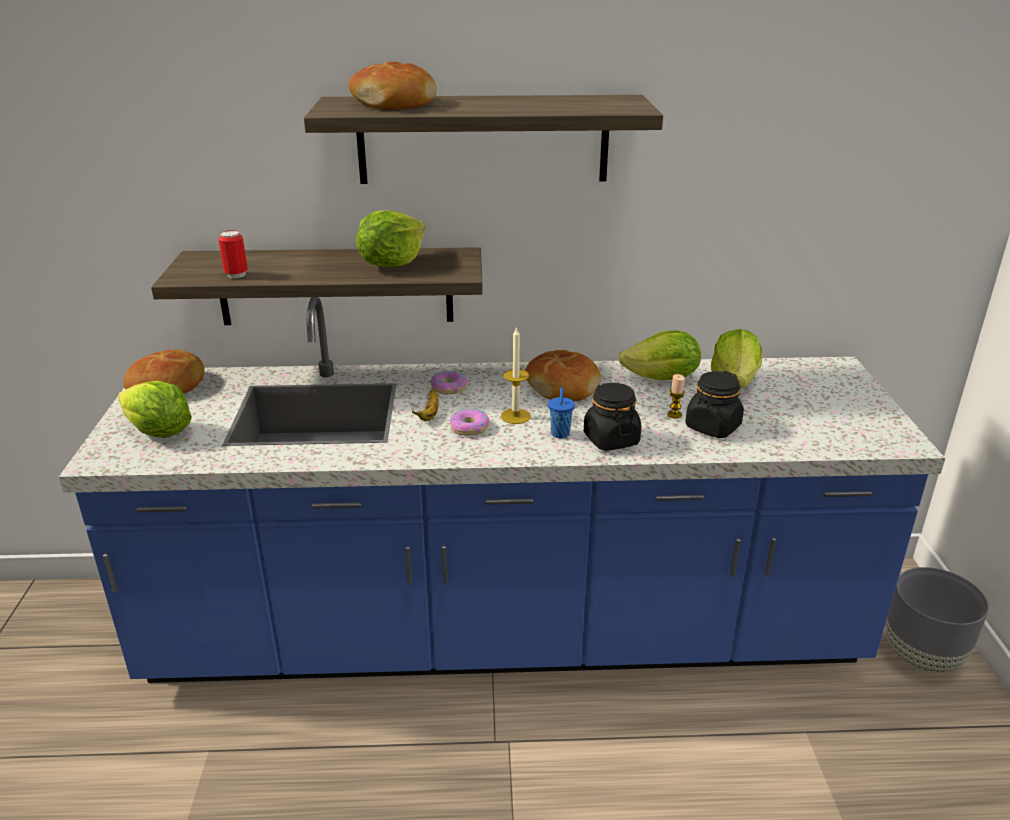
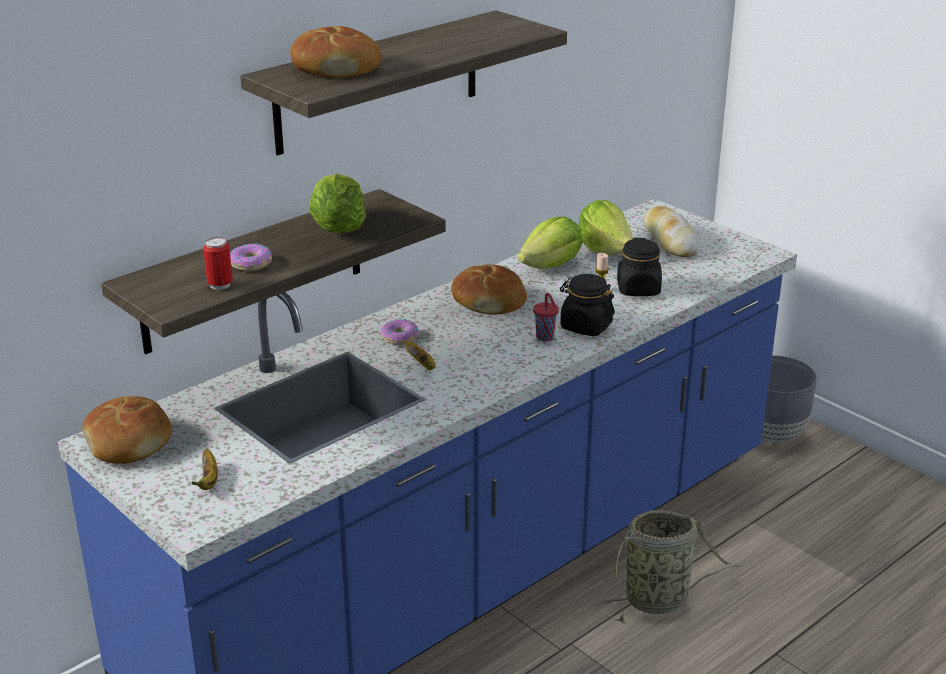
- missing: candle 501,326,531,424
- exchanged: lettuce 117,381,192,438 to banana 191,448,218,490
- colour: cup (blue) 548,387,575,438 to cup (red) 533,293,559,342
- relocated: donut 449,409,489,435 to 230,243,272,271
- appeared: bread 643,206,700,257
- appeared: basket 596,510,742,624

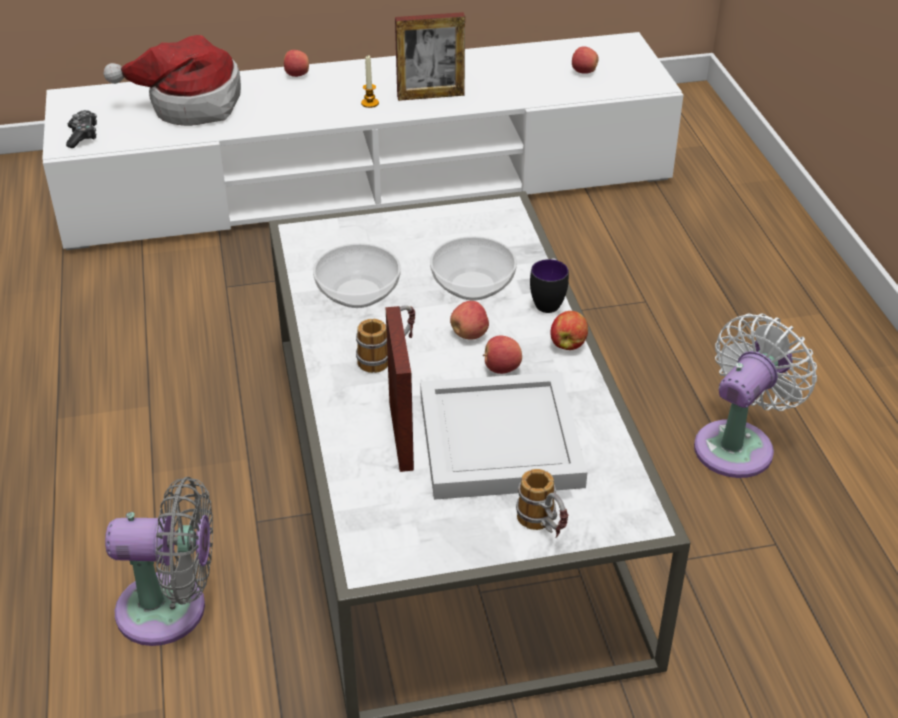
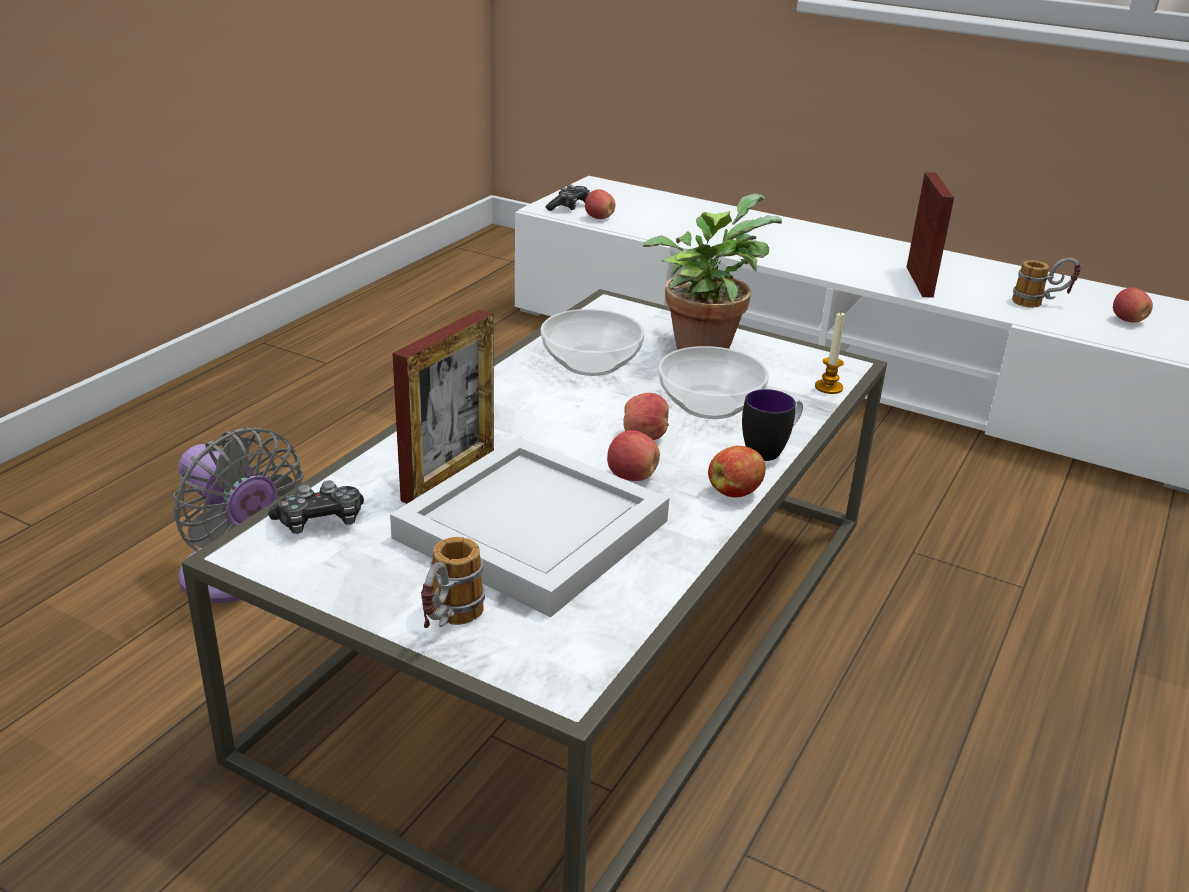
- spun: picture frame 395,12,465,101 = 907,172,954,298 120 degrees counterclockwise
- missing: hat 103,35,241,126
- relocated: apple 283,50,309,77 to 585,189,615,219
- relocated: candle 361,56,379,108 to 815,313,845,394
- relocated: mug 356,305,415,373 to 1012,258,1081,308
- missing: fan (white) 694,314,817,478
- appeared: potted plant 642,193,782,350
- appeared: game controller 268,481,364,534

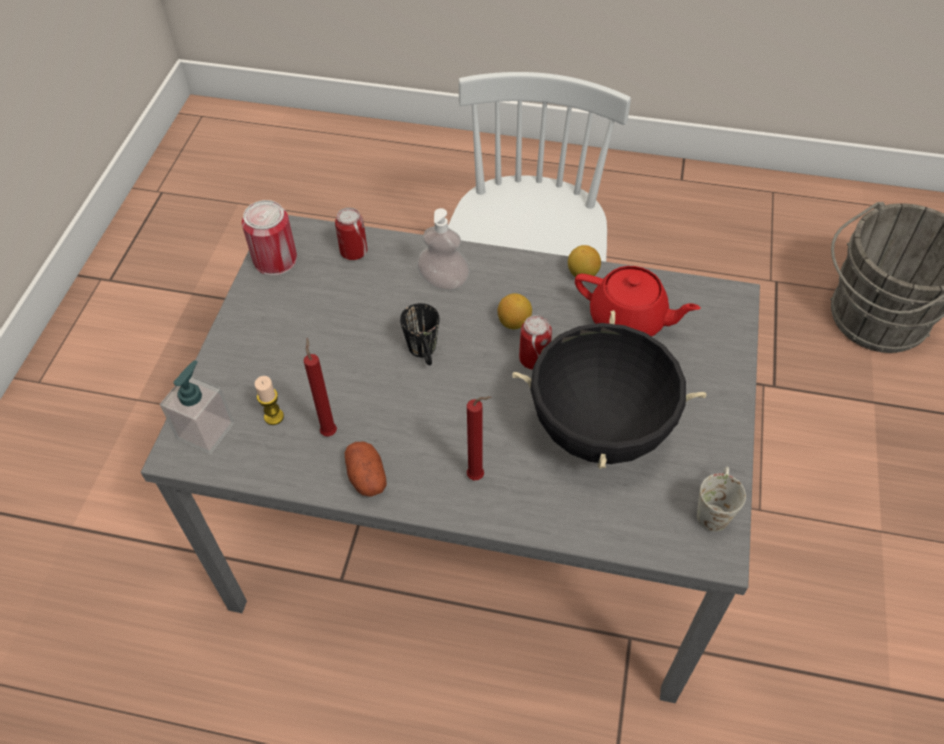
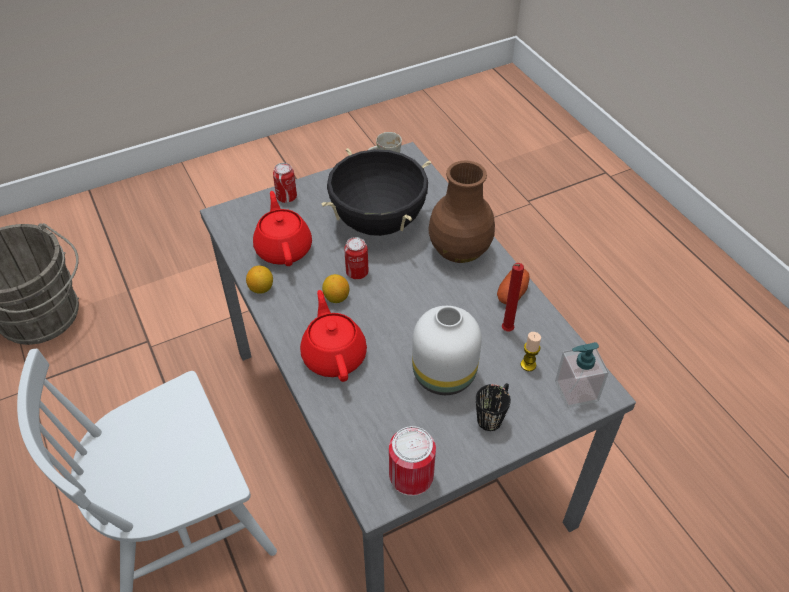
- relocated: can 335,208,367,260 to 273,163,297,203
- exchanged: soap dispenser 417,208,470,290 to teapot (red) 300,290,367,382
- relocated: mug (black) 400,303,439,366 to 476,383,511,431
- exchanged: candle (red) 467,396,491,480 to vase (brown) 428,161,495,263
- appeared: vase (white) 412,306,482,395

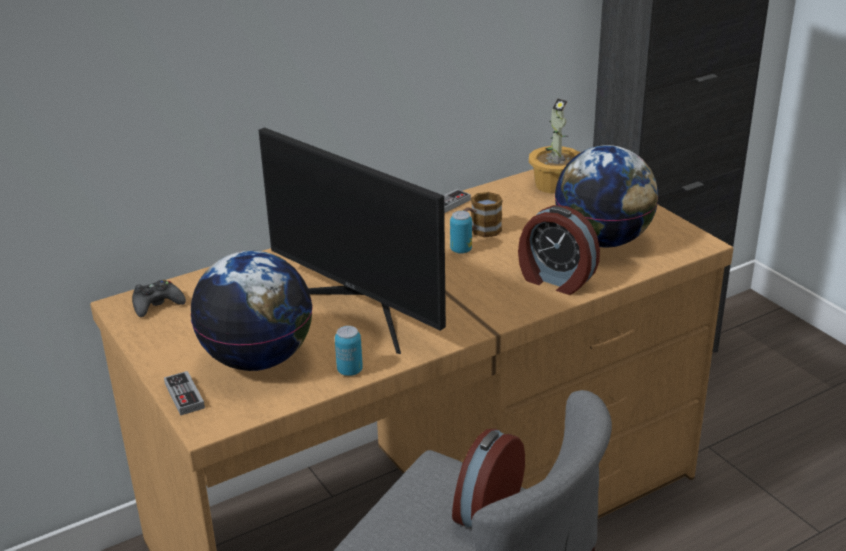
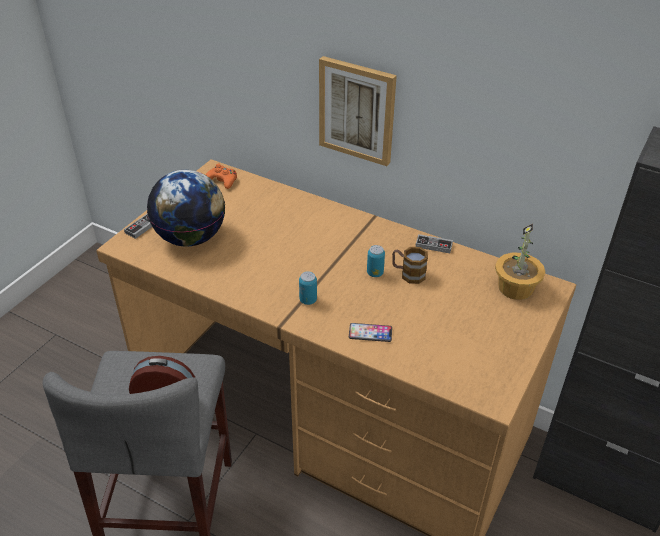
- missing: monitor 258,127,446,354
- missing: globe 555,145,659,247
- exchanged: alarm clock 518,205,600,295 to phone 349,323,392,342
- colour: game controller (black) 132,279,186,317 to game controller (orange) 205,164,237,189
- relocated: can 335,326,363,376 to 299,271,317,305
- appeared: picture 319,56,397,166

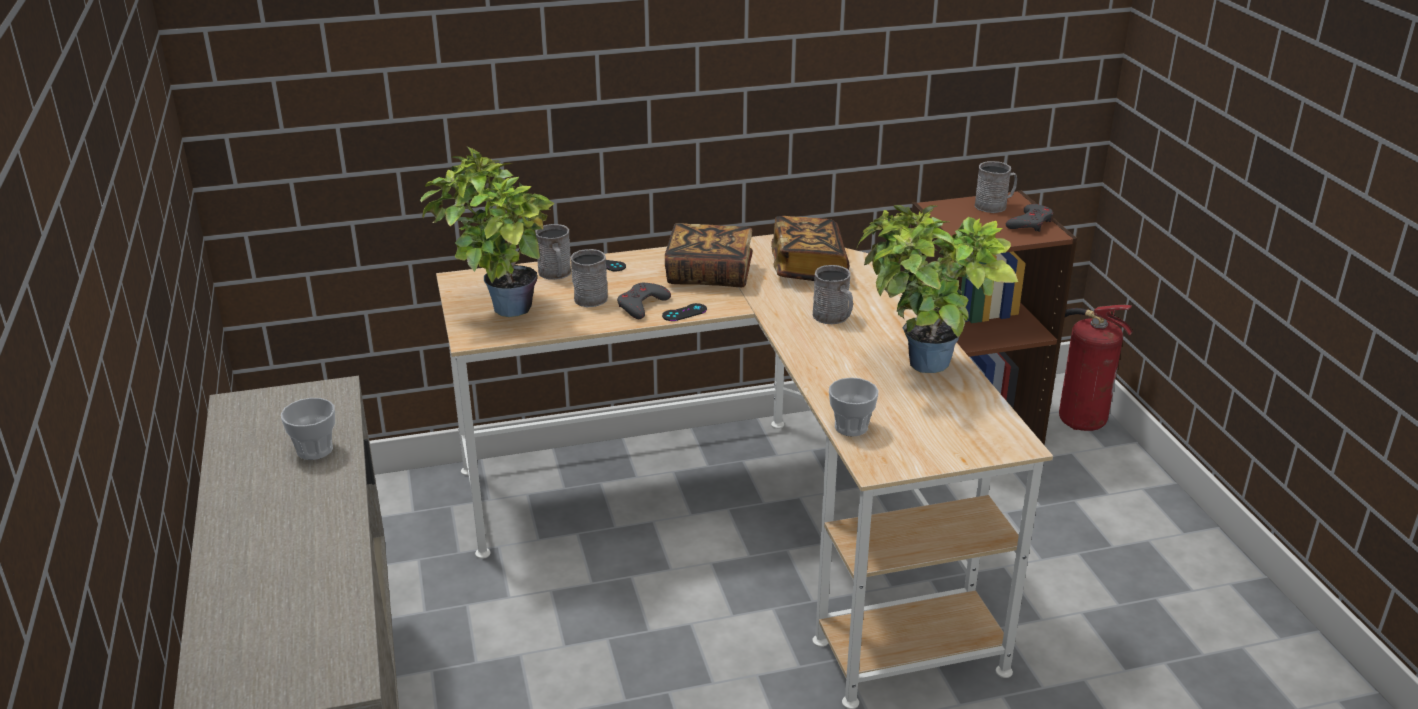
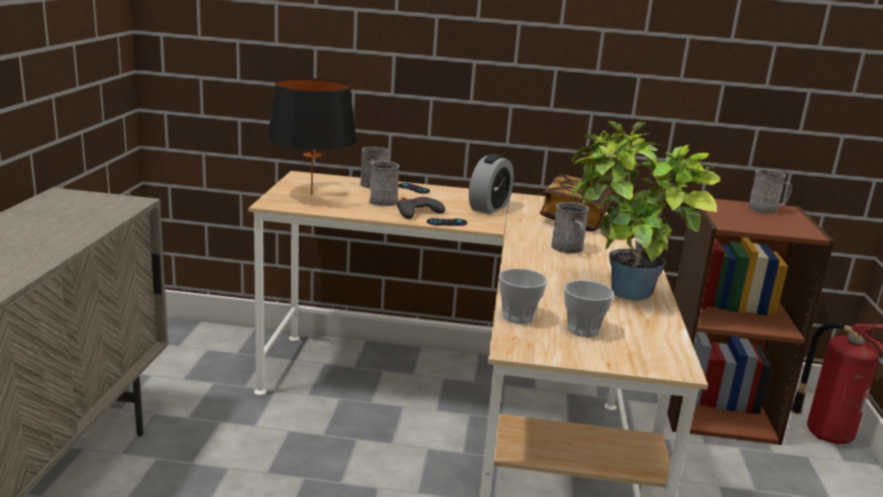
- exchanged: potted plant 420,146,555,317 to table lamp (black) 267,78,357,195
- missing: game controller (grey) 1006,204,1053,232
- exchanged: book 665,223,753,287 to alarm clock 469,154,514,214
- relocated: cup 281,398,335,460 to 564,280,614,337

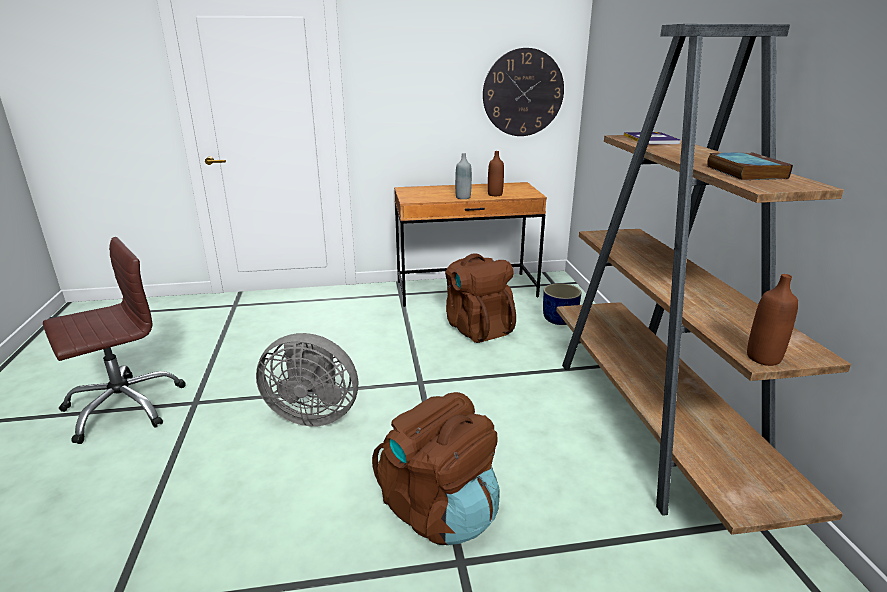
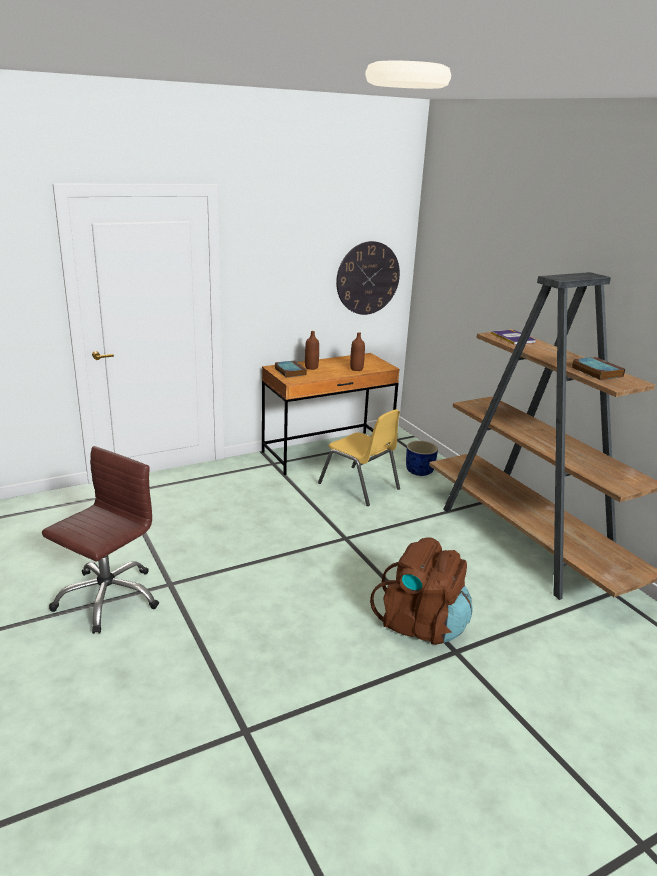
- missing: bottle (grey) 455,153,472,199
- exchanged: backpack (brown) 445,253,516,343 to chair (yellow) 318,410,400,506
- relocated: bottle (brown) 747,274,798,366 to 305,331,319,370
- missing: fan (grey) 256,333,358,426
- appeared: book 275,360,307,378

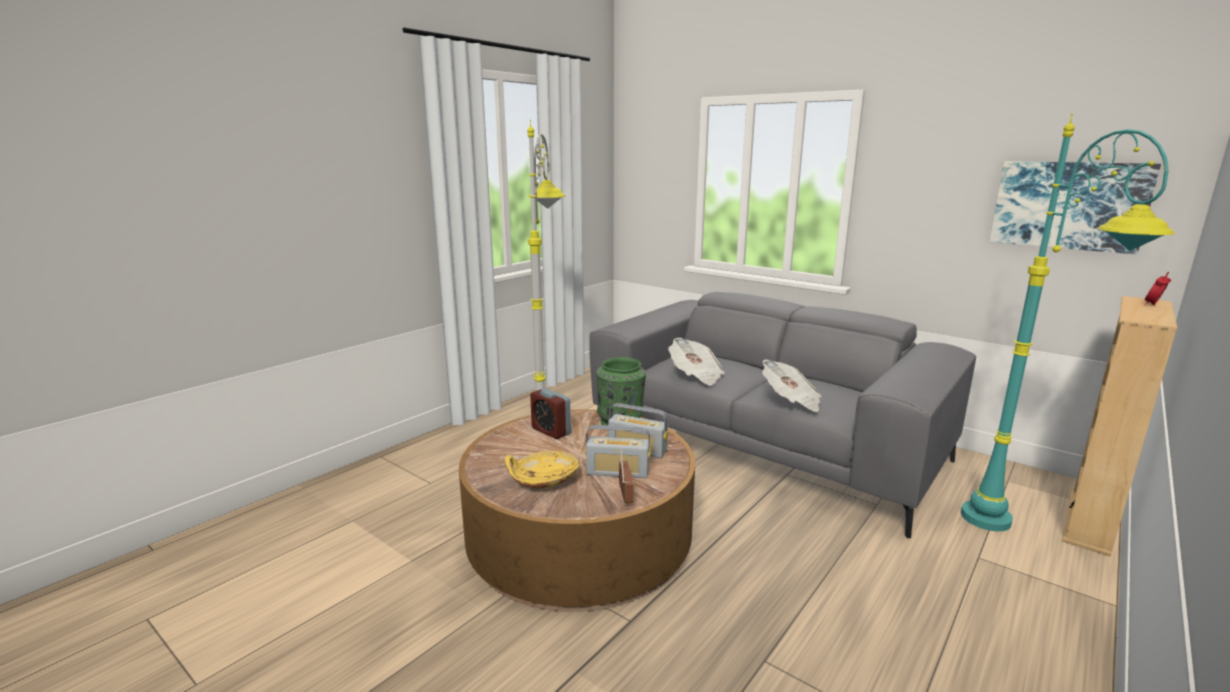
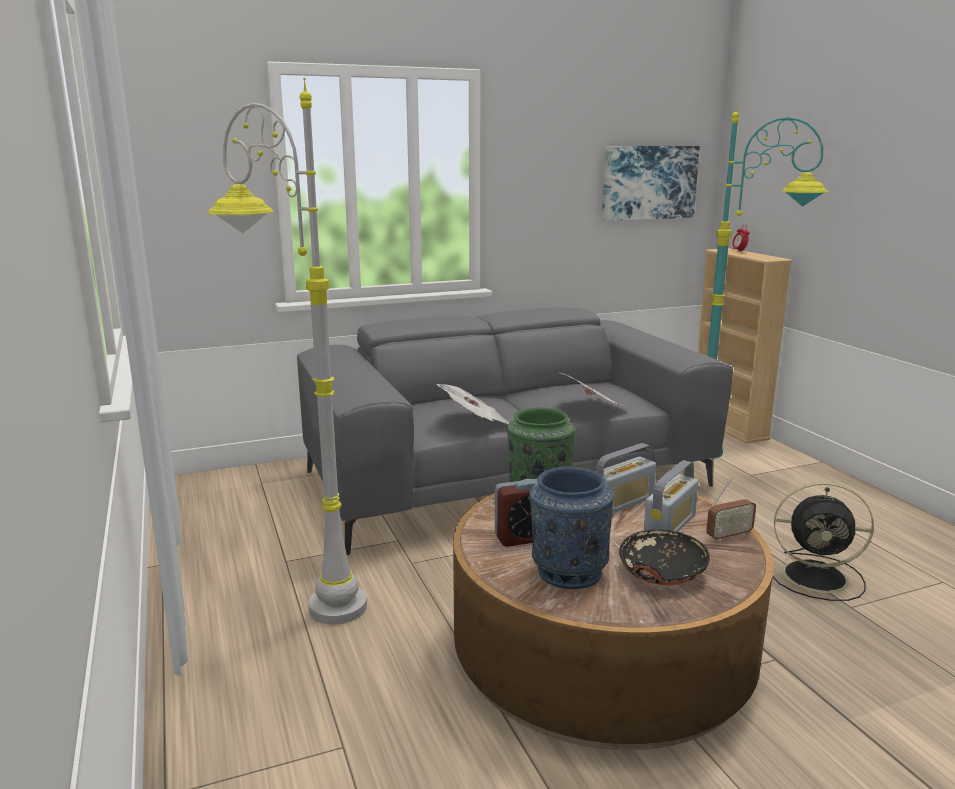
- spun: radio 619,449,634,504 = 706,477,756,542 135 degrees clockwise
- colour: bowl (yellow) 505,451,579,488 to bowl (black) 619,530,710,585
- appeared: vase (blue) 530,467,614,589
- appeared: fan (black) 773,482,874,601

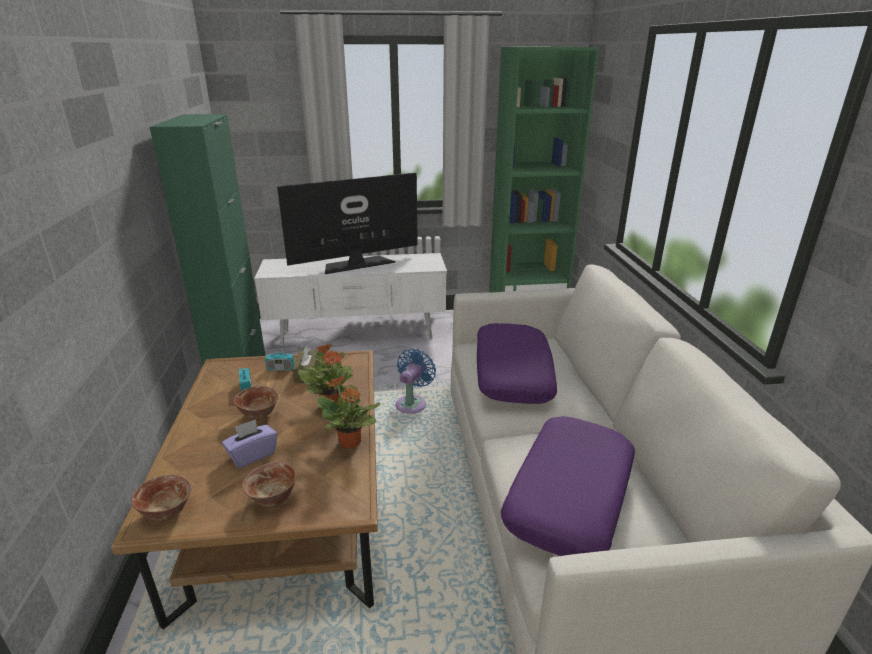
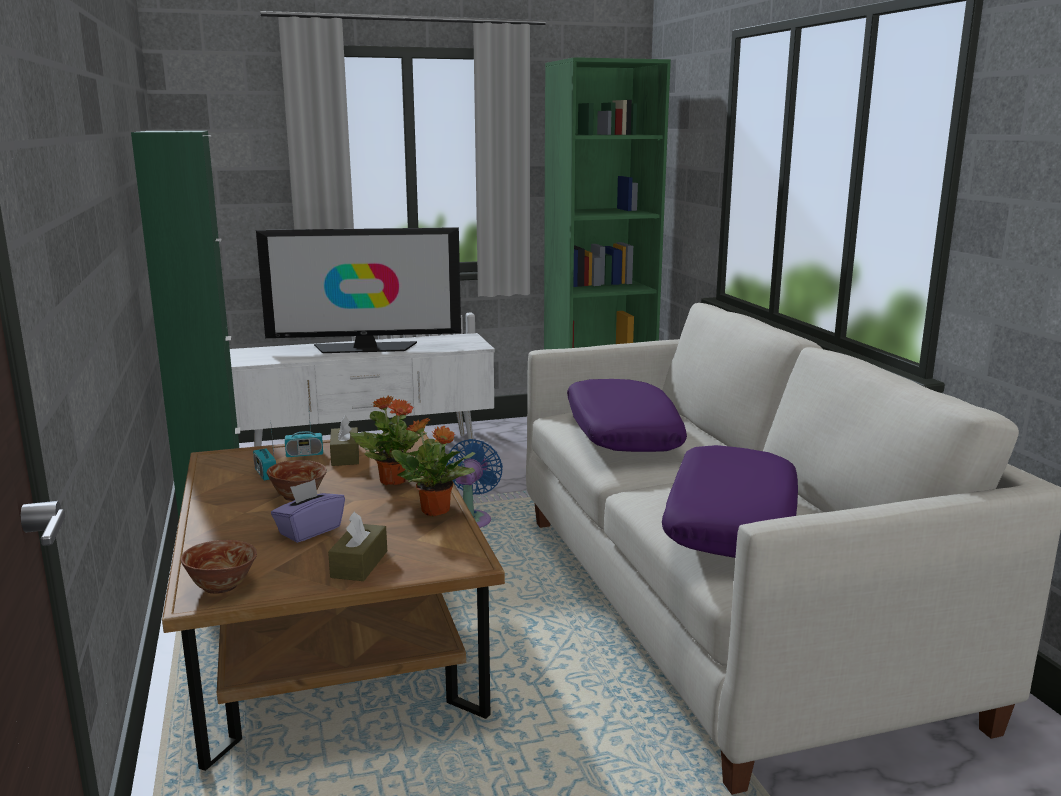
- spun: television 277,173,418,274 = 256,227,461,353 150 degrees counterclockwise
- exchanged: bowl 242,462,296,508 to tissue box (brown) 328,512,387,581

